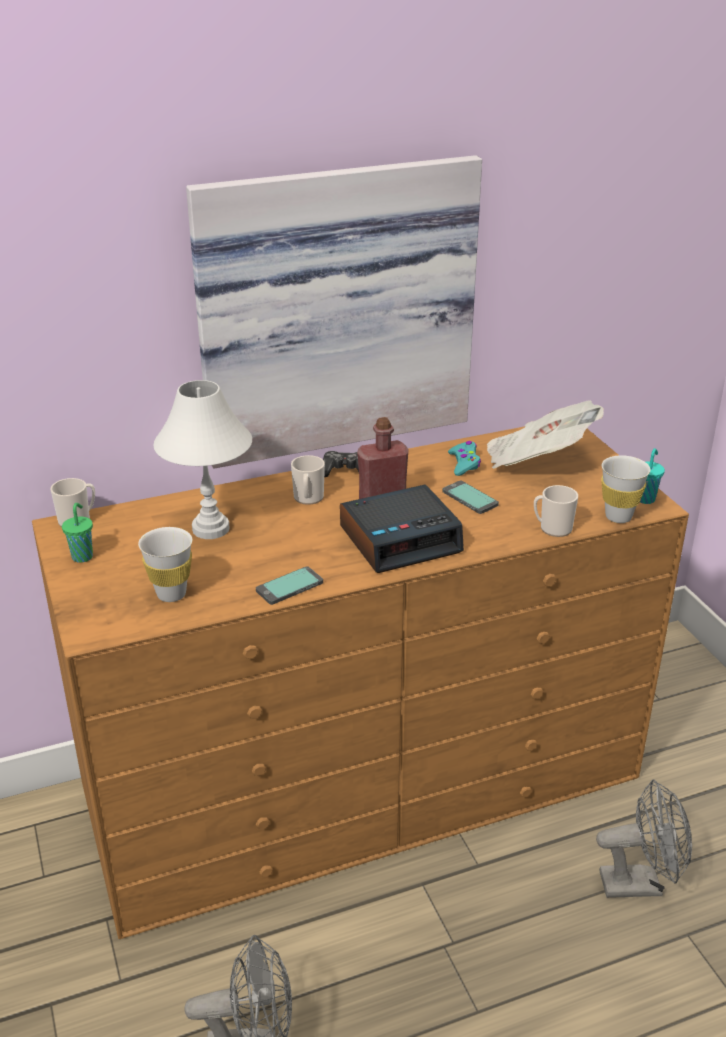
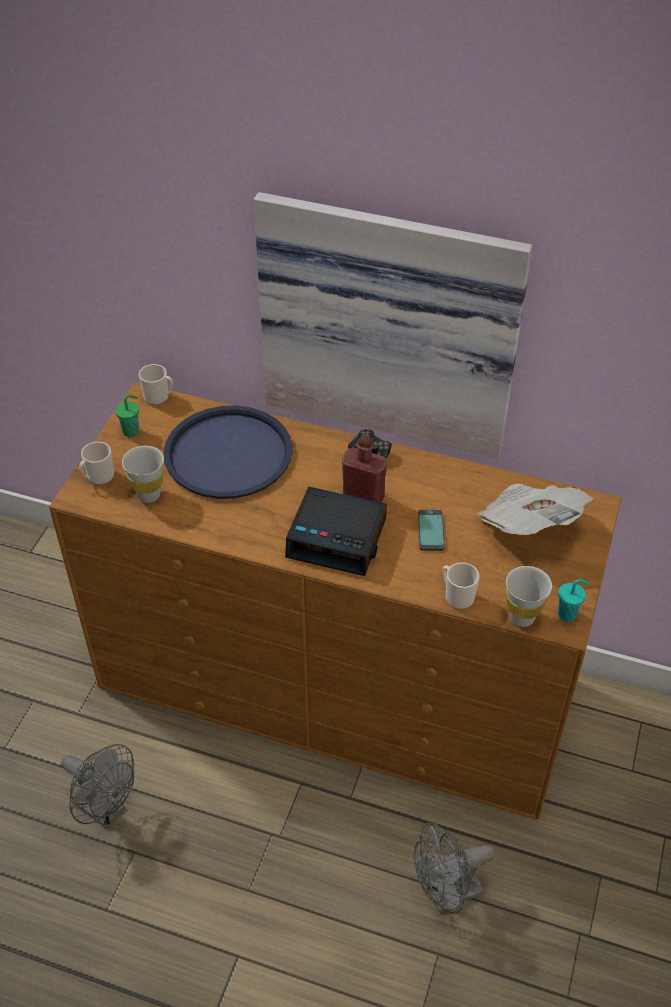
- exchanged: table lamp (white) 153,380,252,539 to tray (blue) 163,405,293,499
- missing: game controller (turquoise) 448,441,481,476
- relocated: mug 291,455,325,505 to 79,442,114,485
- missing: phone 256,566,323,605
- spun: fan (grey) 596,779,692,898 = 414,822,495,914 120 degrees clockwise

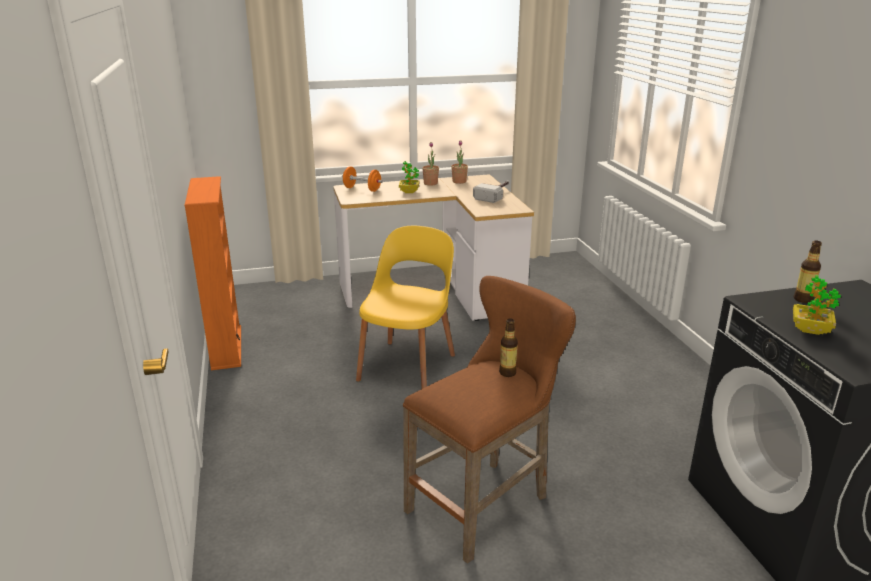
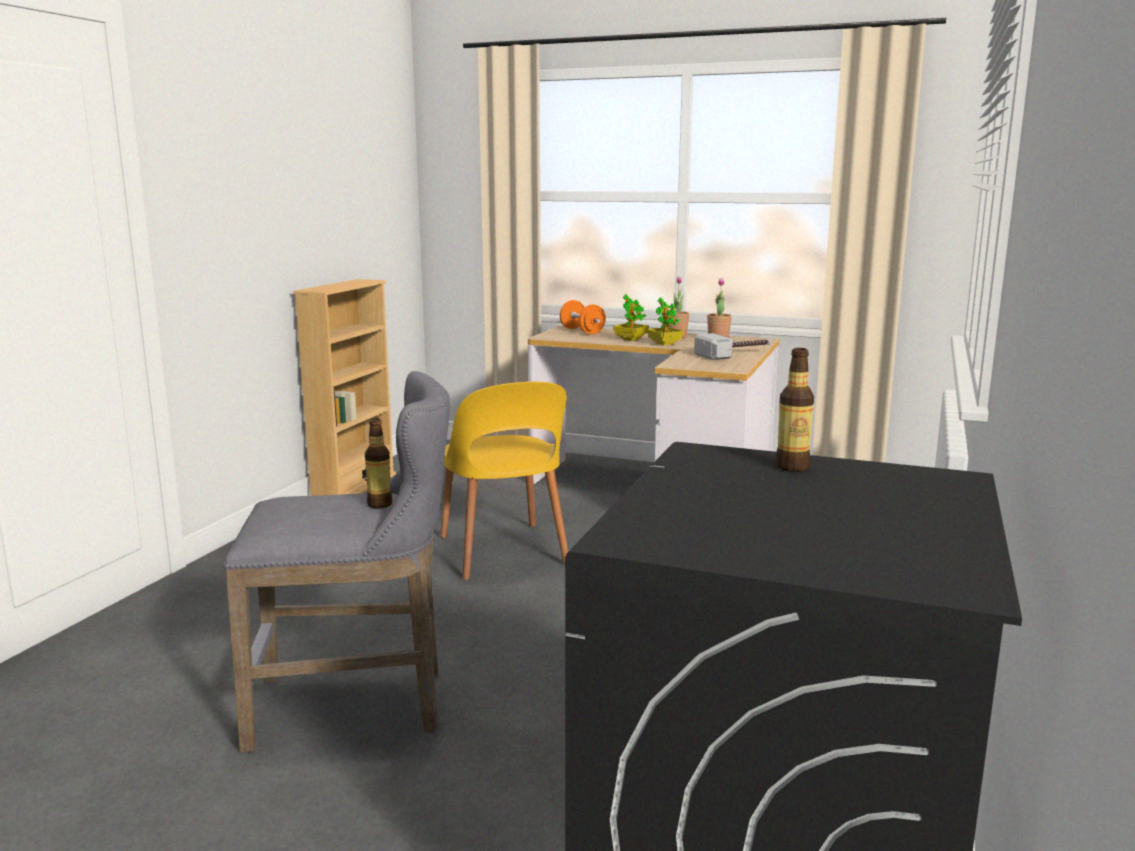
- colour: bookcase (orange) 184,176,241,370 to bookcase (beige) 293,279,396,496
- spun: chair (yellow) 356,226,455,389 = 440,382,568,580 105 degrees clockwise
- relocated: potted plant 793,275,841,335 to 647,297,684,345
- colour: stool (brown) 403,276,576,564 to stool (grey) 223,371,450,753

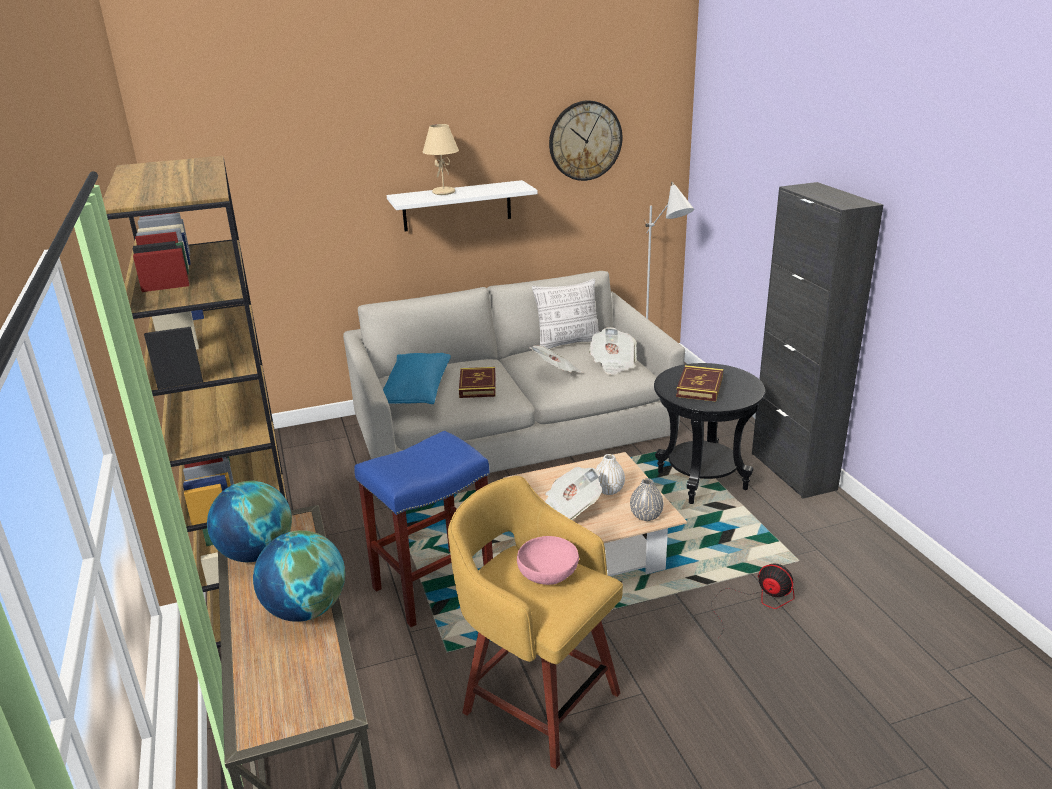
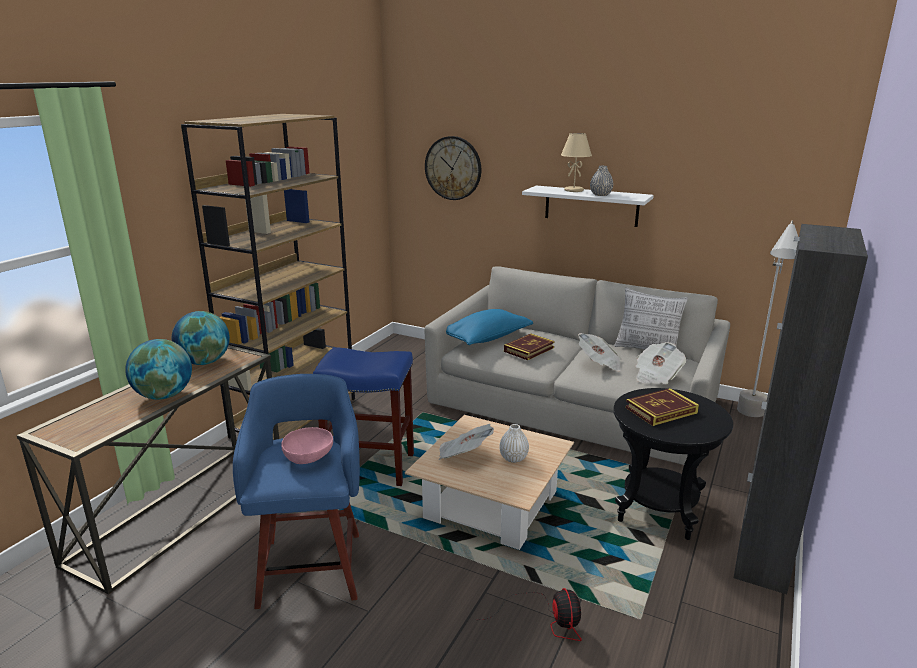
- relocated: wall clock 549,101,622,181 to 425,136,481,200
- colour: stool (yellow) 448,476,623,769 to stool (blue) 233,374,360,609
- relocated: vase (grey) 630,478,664,521 to 590,166,613,196

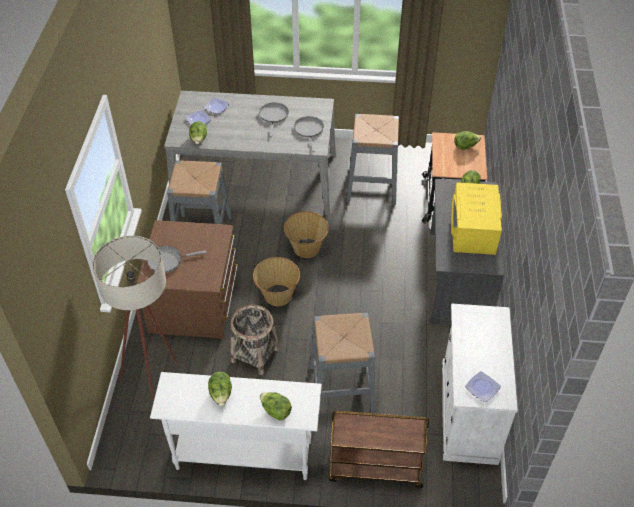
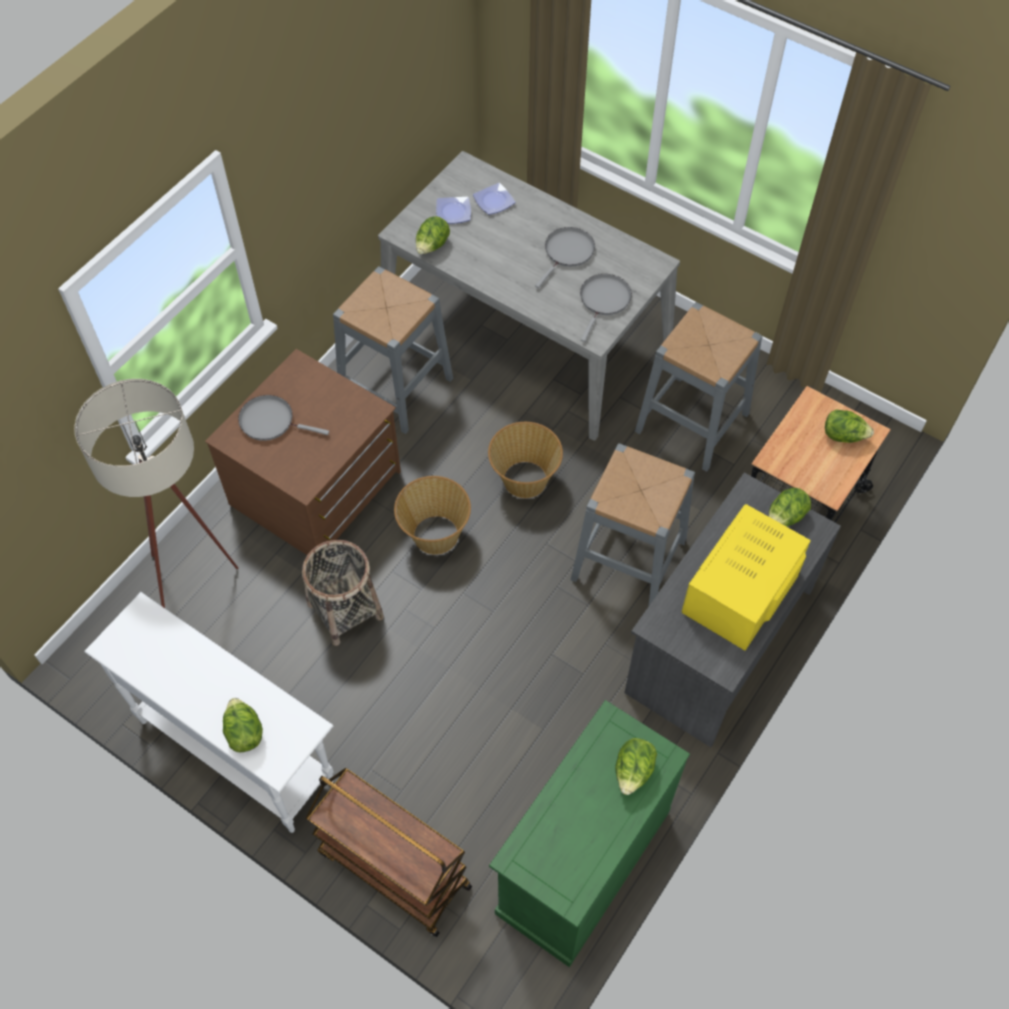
- colour: cabinet (white) 442,303,518,465 to cabinet (green) 489,700,690,967
- relocated: stool (grey) 310,313,375,415 to 571,443,695,607
- missing: plate 465,371,501,402
- relocated: lettuce 208,372,232,406 to 615,738,657,795

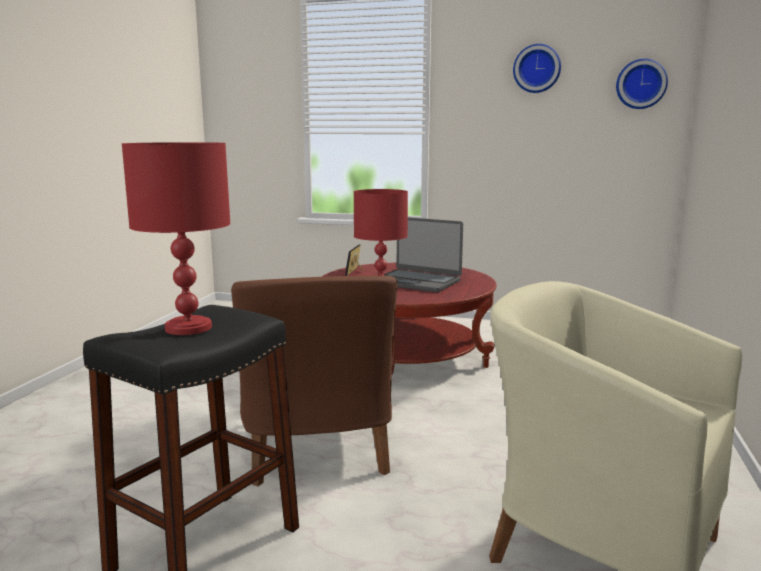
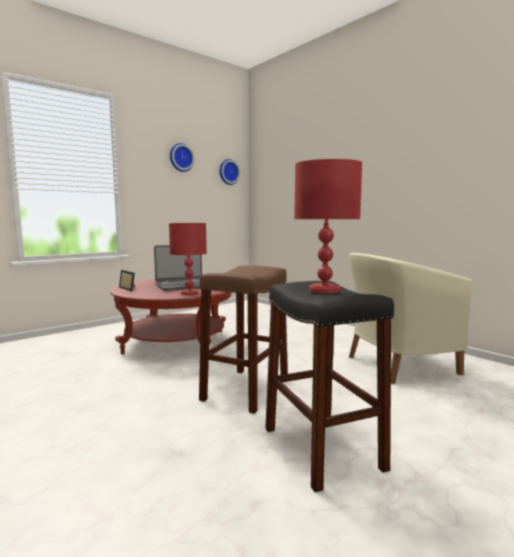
- exchanged: armchair (brown) 231,276,398,486 to stool (brown) 199,266,288,414

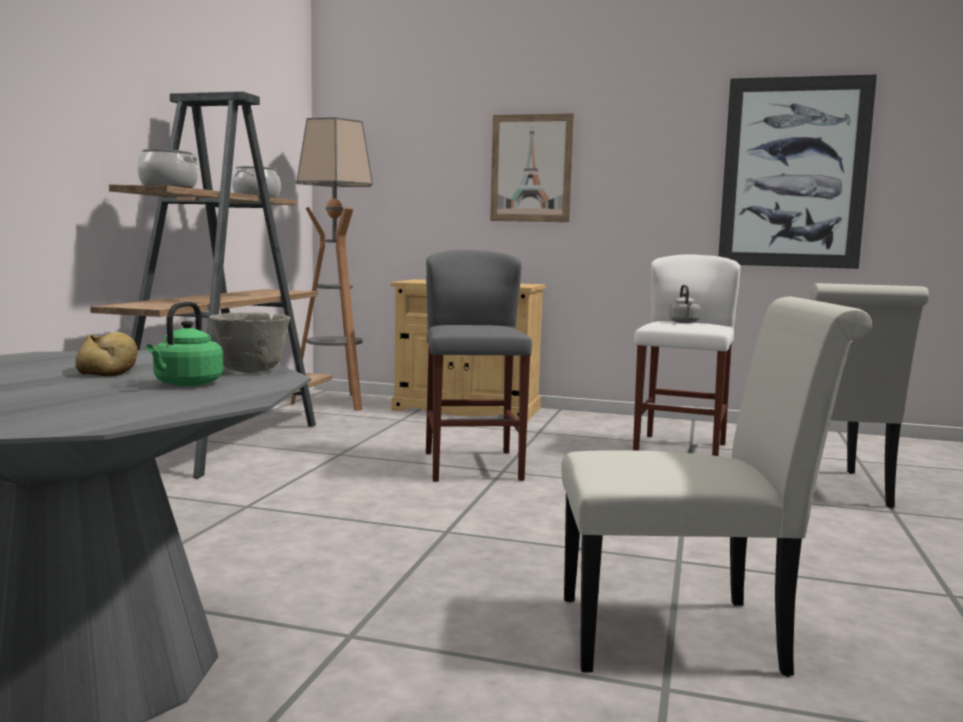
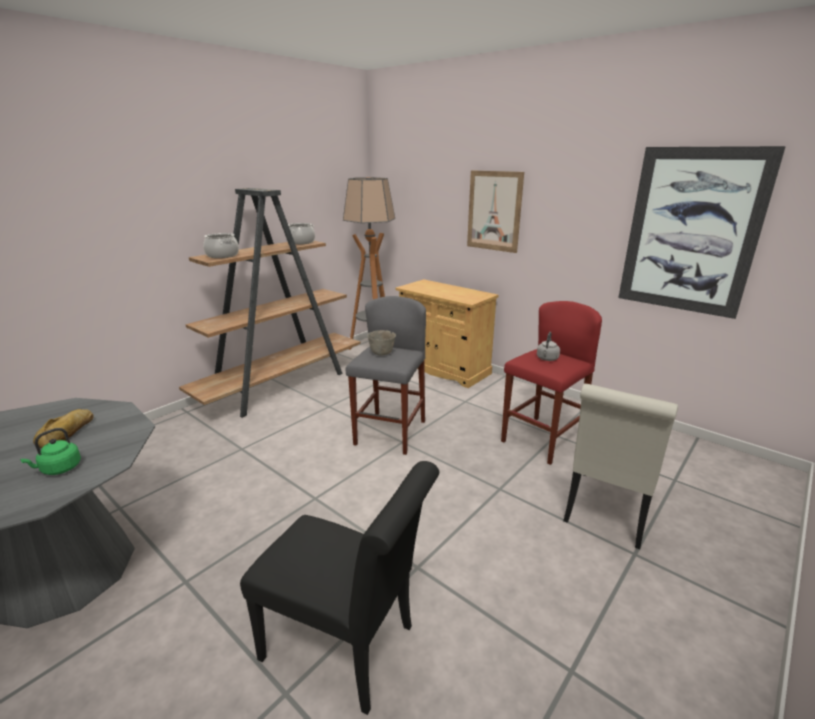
- colour: stool (white) 633,254,740,456 to stool (red) 501,301,602,465
- colour: chair (white) 561,297,872,677 to chair (black) 240,461,439,715
- relocated: bowl (grey) 209,312,290,373 to 367,330,396,355

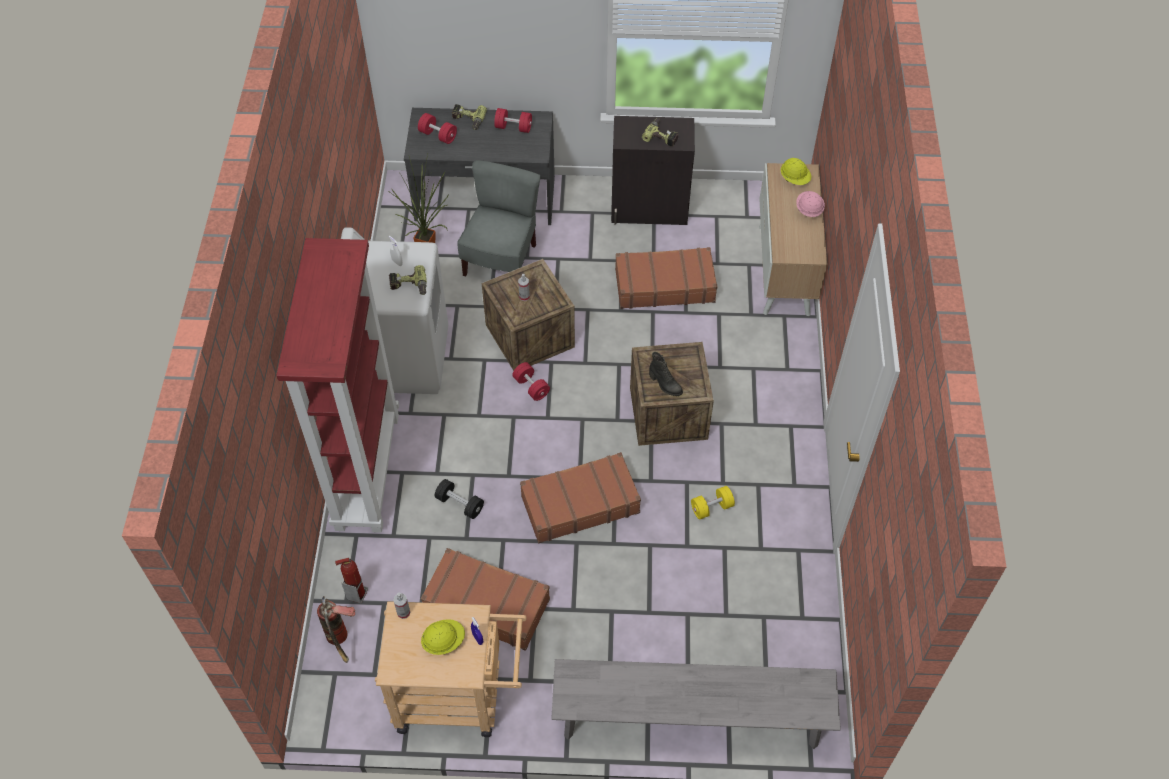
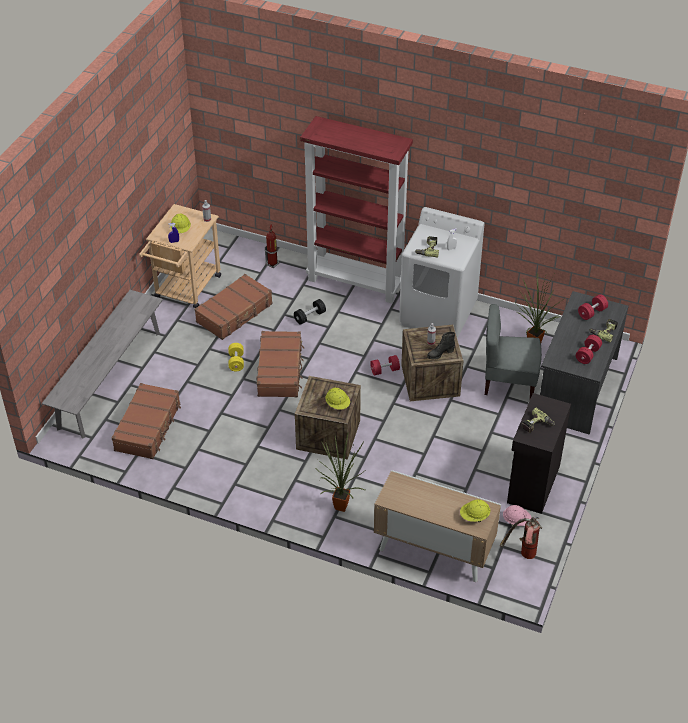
- spun: chair (grey) 458,160,540,276 = 485,304,542,399 150 degrees clockwise
- relocated: hard hat (pink) 796,191,825,217 to 503,505,532,526
- relocated: suitcase (brown) 615,247,718,309 to 112,383,181,459
- relocated: boot (black) 649,352,683,396 to 427,332,455,359
- relocated: dumbbell (yellow) 691,486,735,519 to 229,343,244,371
- relocated: fire extinguisher 317,596,355,663 to 500,517,542,559
- appeared: hard hat (yellow) 325,388,350,410
- appeared: potted plant 318,433,365,512

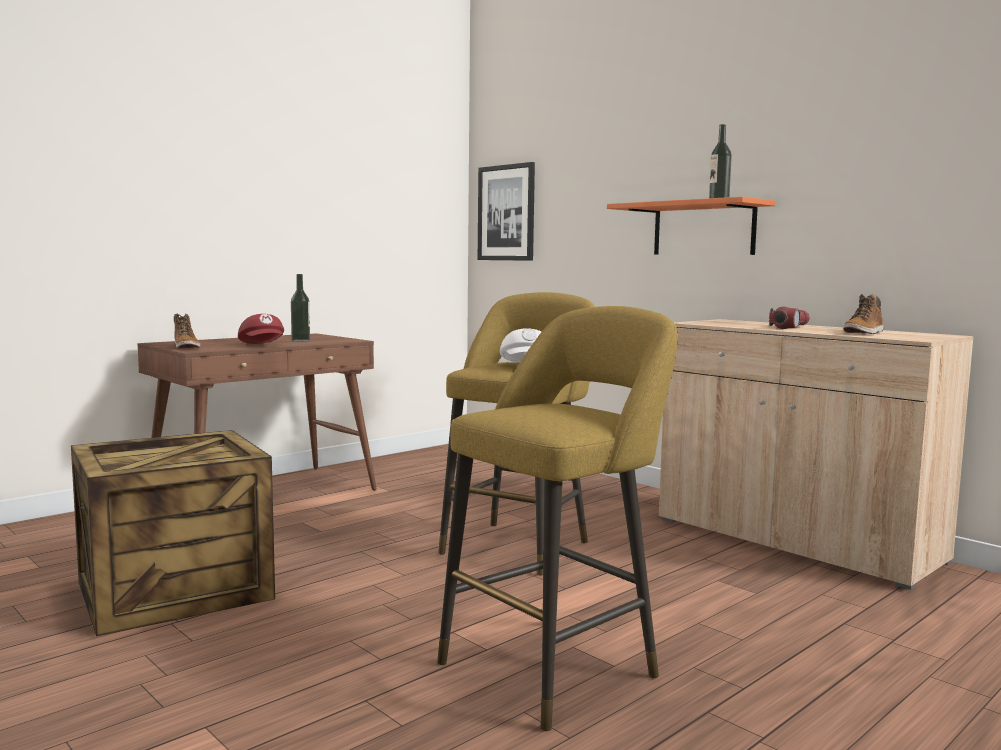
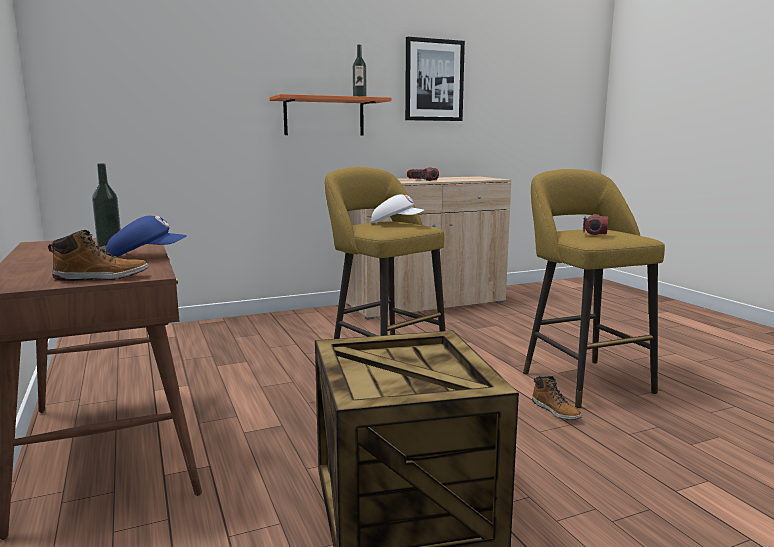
- relocated: picture 478,162,535,261 to 405,37,465,121
- relocated: boot 843,294,884,334 to 532,376,582,420
- colour: cap (red) 238,314,284,344 to cap (blue) 106,215,187,257
- appeared: flashlight 583,214,608,235

